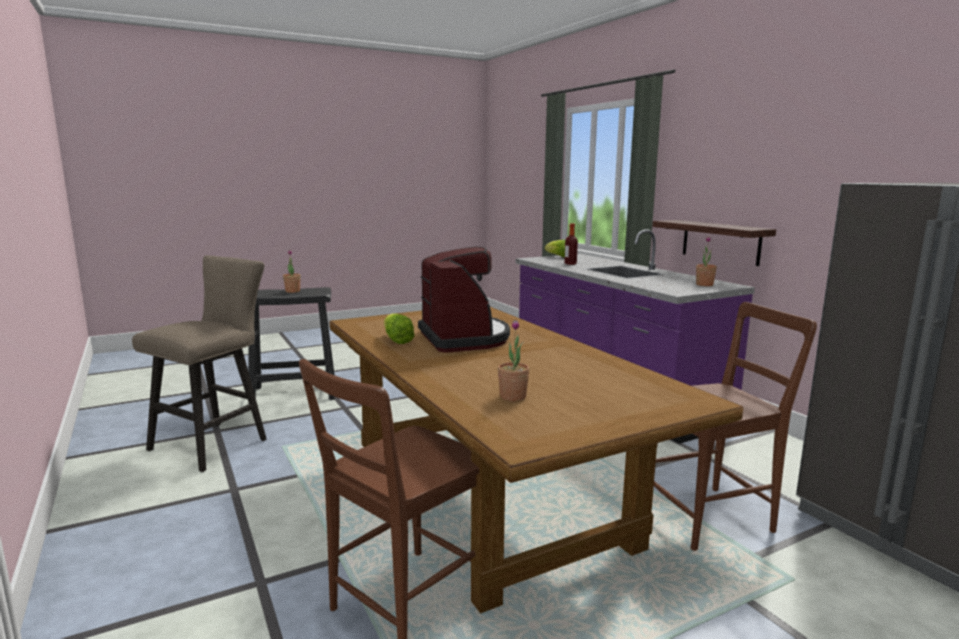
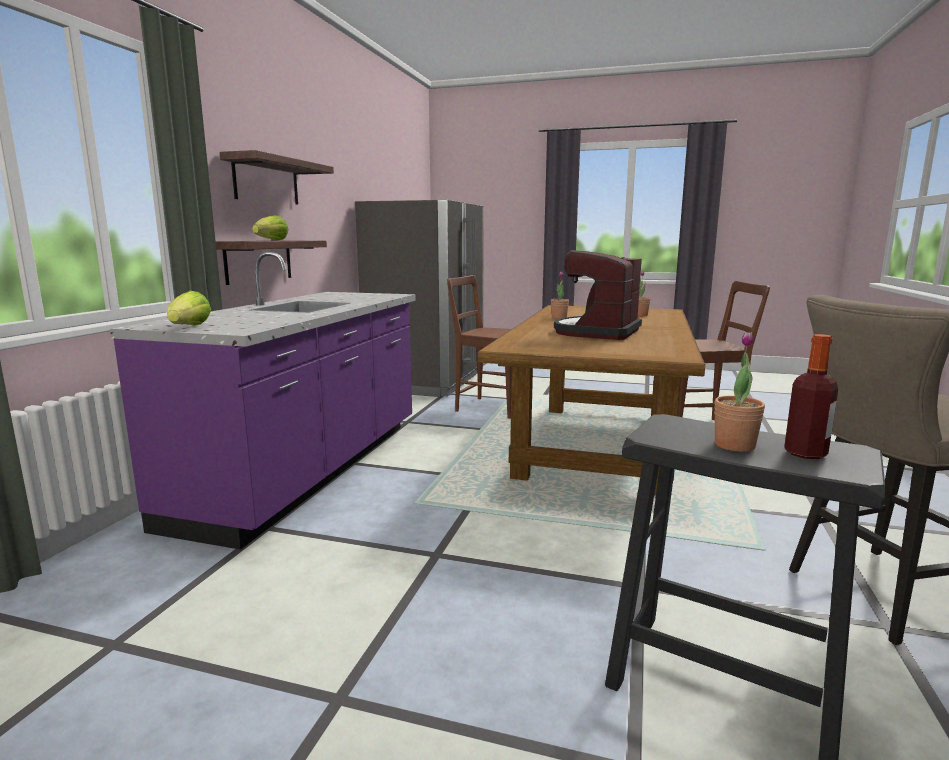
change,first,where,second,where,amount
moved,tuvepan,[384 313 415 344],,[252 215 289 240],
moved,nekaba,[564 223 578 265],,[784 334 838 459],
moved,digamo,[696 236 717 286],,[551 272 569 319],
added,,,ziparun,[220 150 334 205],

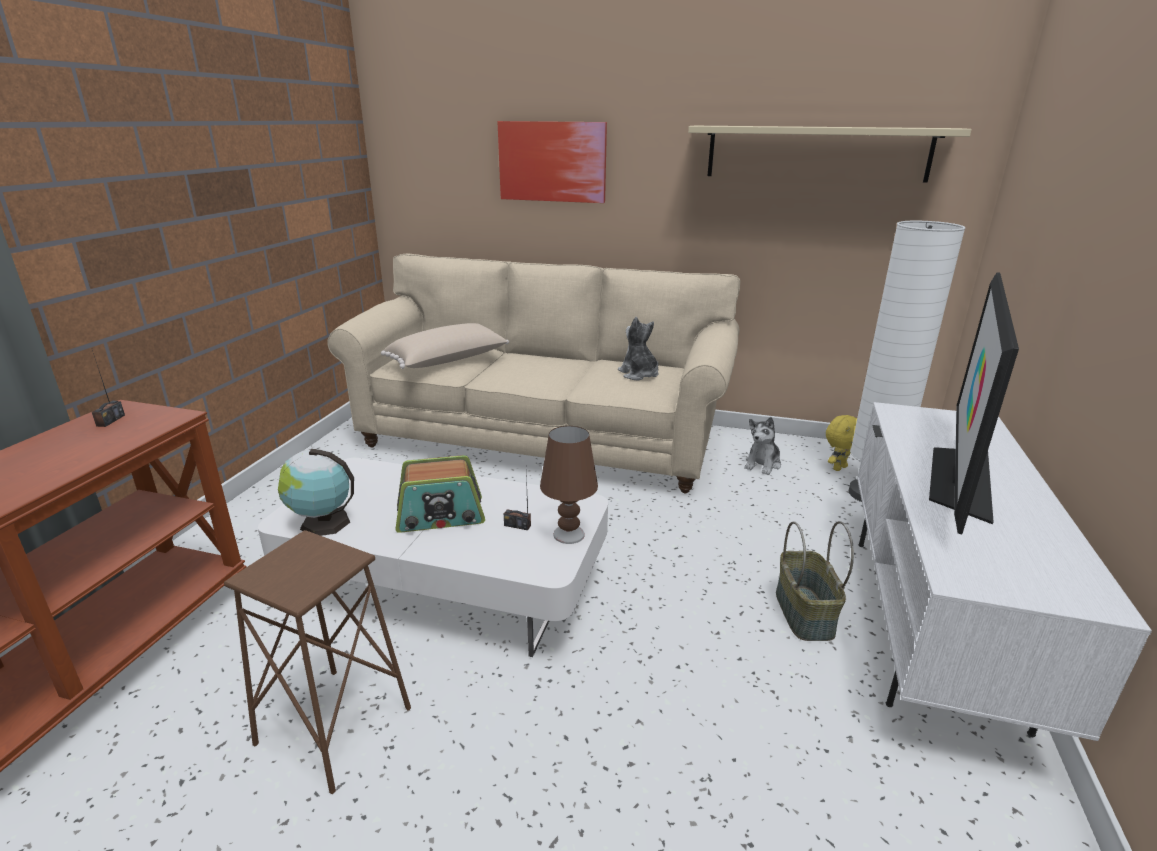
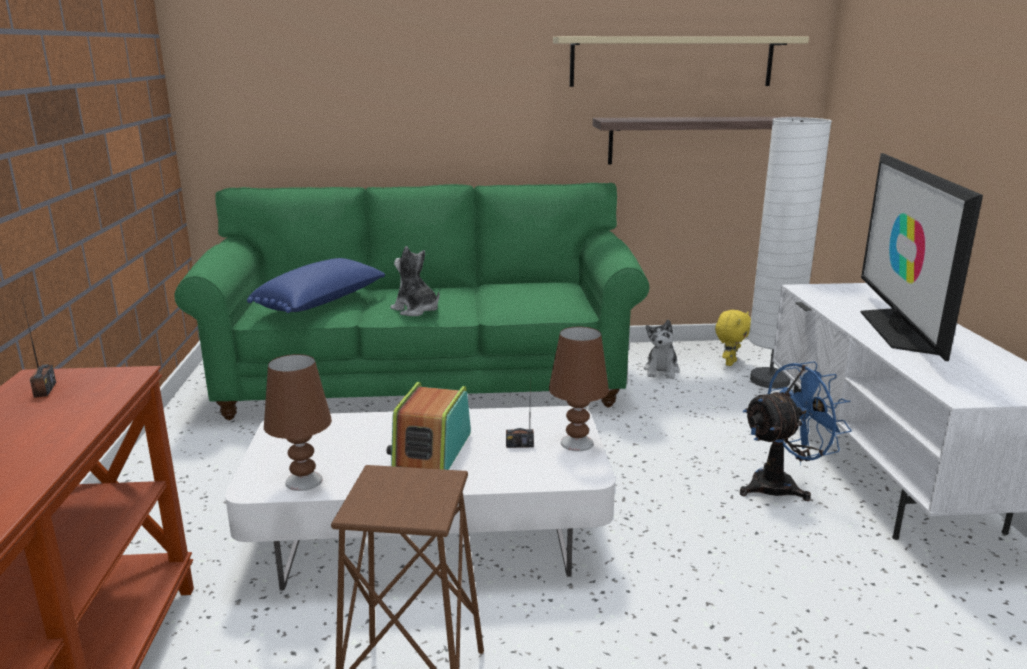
change,first,where,second,where,amount
replaced,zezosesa,[278 449 354 536],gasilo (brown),[264 354 332 491],
recoloured,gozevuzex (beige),[327 253 740 494],gozevuzex (green),[174 183 649 420],
recoloured,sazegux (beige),[381 323 509 369],sazegux (blue),[247 258 385 313],
turned,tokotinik,[396 455 485 533],,[387 382 471 470],135 degrees clockwise
removed,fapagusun,[497 121 607 203],,,
moved,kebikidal,[618 317 658 381],,[390 246 439 316],
replaced,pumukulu,[776 521 854 641],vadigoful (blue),[740 361 852 501],
added,,,ziparun,[593 117 783 164],

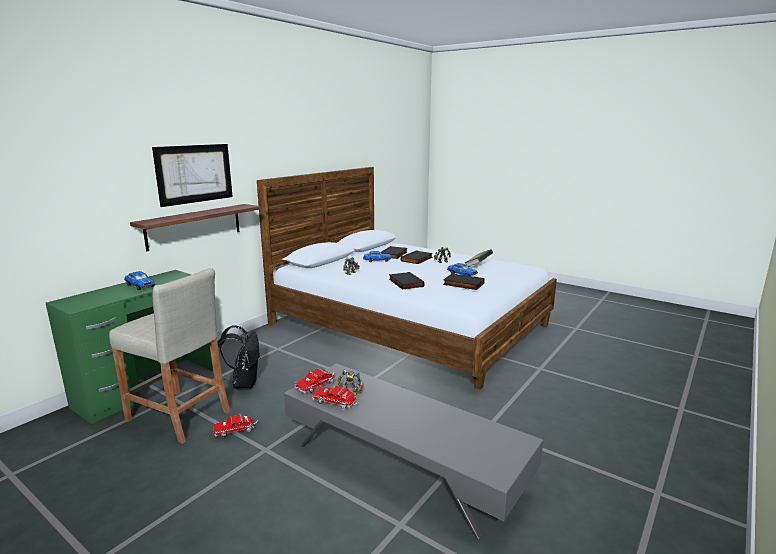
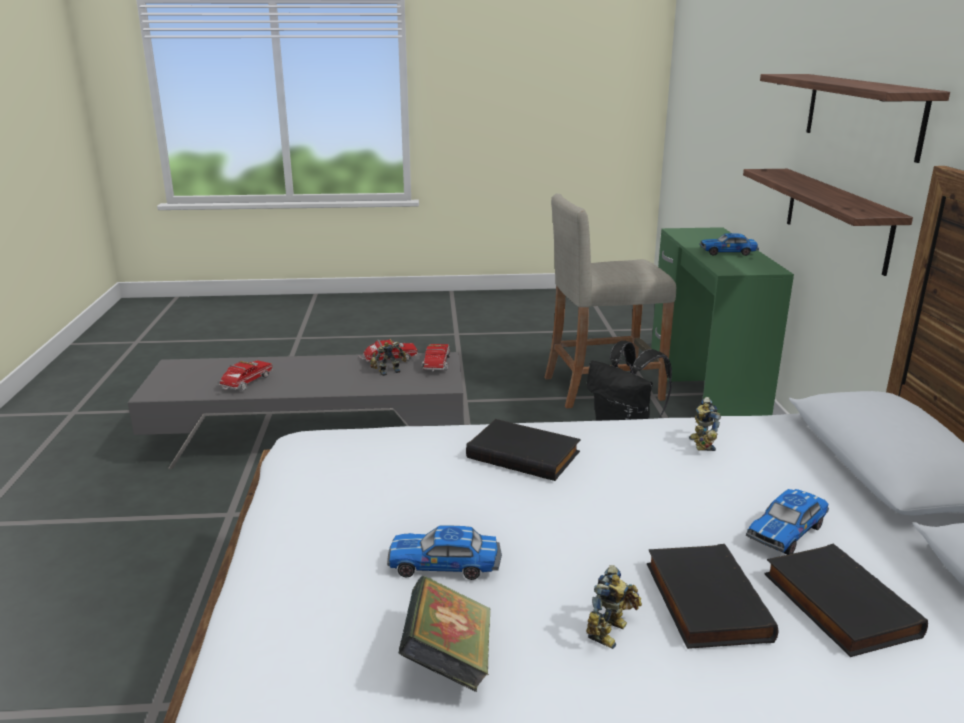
change,first,where,second,where,amount
replaced,fapagusun,[152 144 233 207],ziparun,[760 74 950 163],
moved,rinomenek,[213 413 258 437],,[219 360 273 391],
removed,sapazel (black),[443 273 485 290],,,

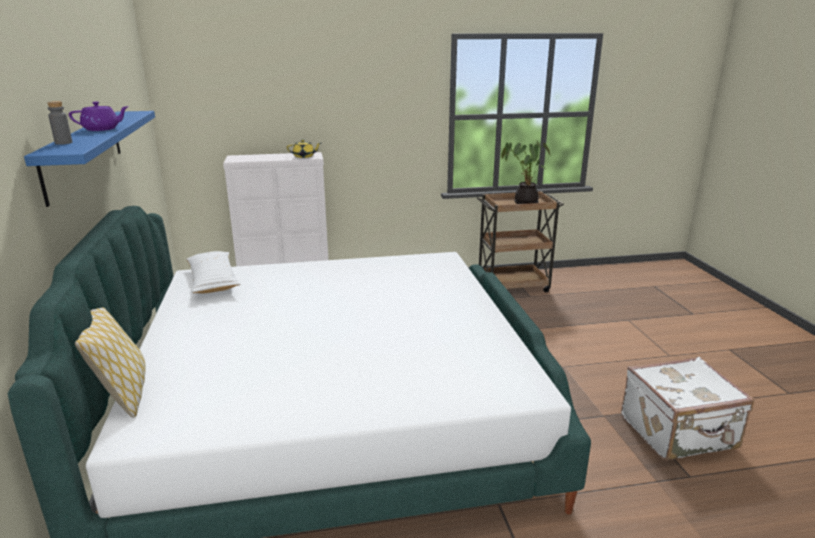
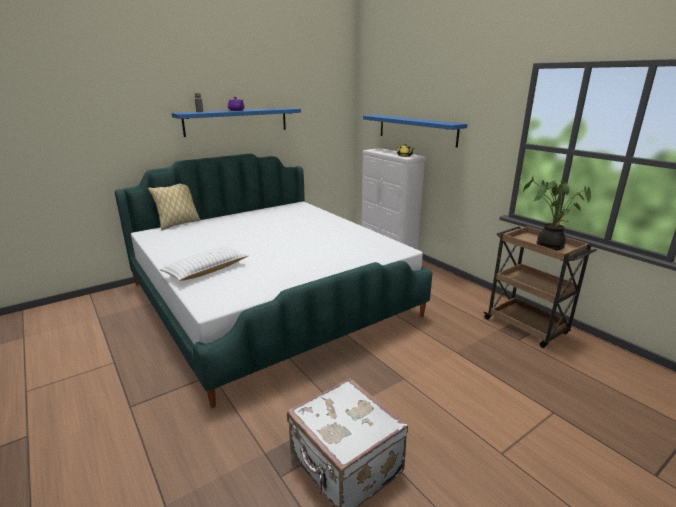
change,first,where,second,where,amount
moved,sazegux (white),[186 251 241 293],,[160 247 249 281],
added,,,ziparun (blue),[363 115 467 148],

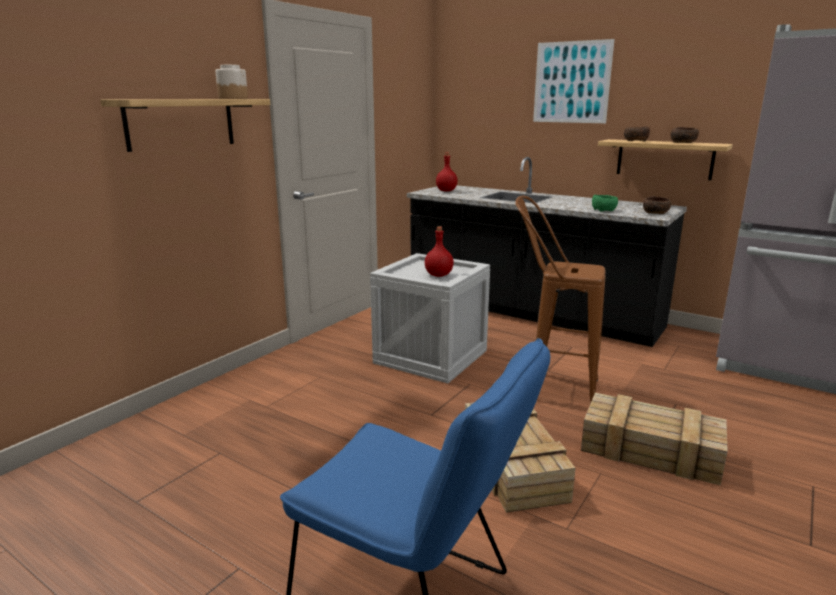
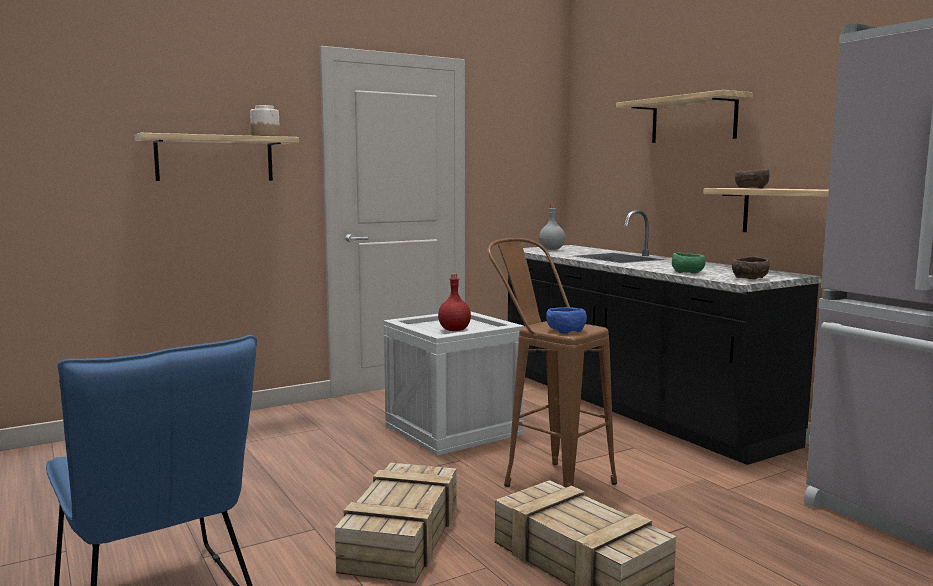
change,first,where,second,where,amount
recoloured,nekaba (red),[436 153 458 192],nekaba (grey),[539 205 565 250],
replaced,fapagusun,[533 39 614 123],ziparun,[616 90 753 143],
removed,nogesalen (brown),[671 127 699 143],,,
added,,,nogesalen (blue),[546 307 587 334],

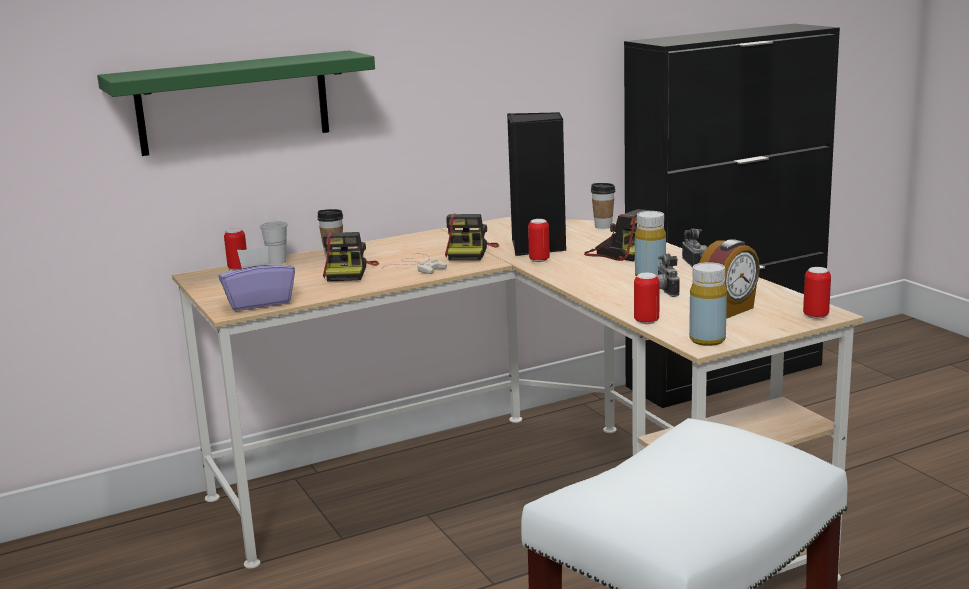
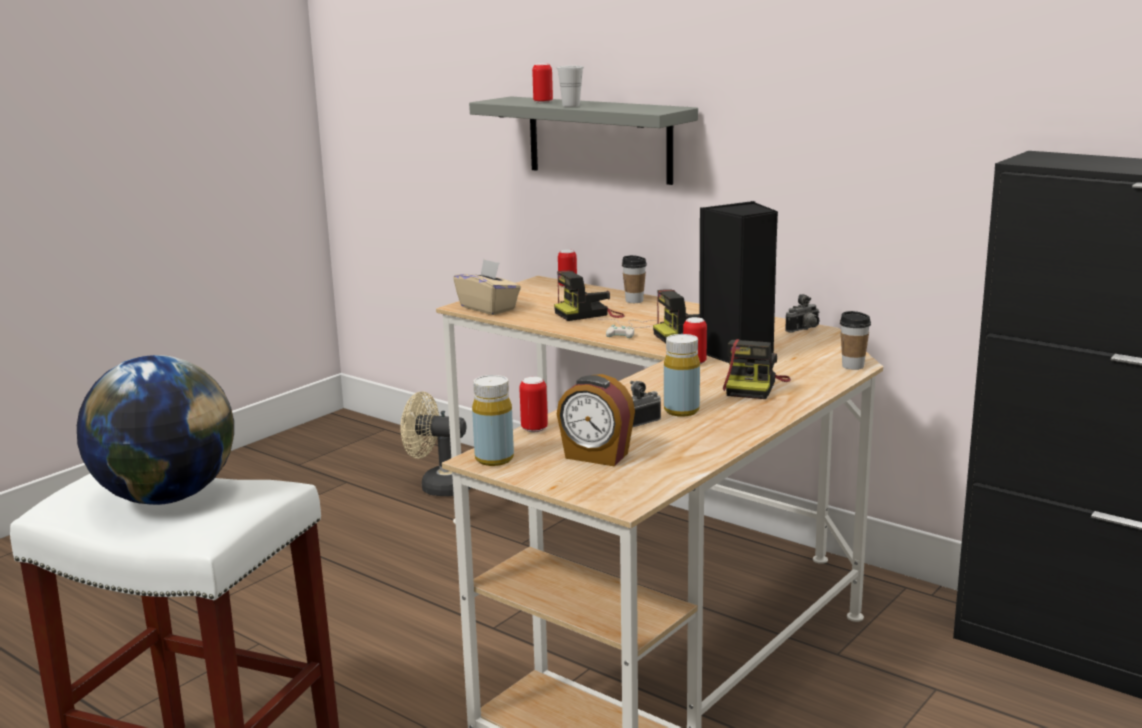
change,first,where,second,where,amount
recoloured,ziparun (green),[97 50 375 156],ziparun (grey),[469 96 698 185],
recoloured,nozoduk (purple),[218 246 295 311],nozoduk (beige),[453 259 521 315],
moved,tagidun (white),[260 221 288 265],,[557 66 584 107],
moved,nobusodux,[682 229 707 268],,[785 294 819 332],
moved,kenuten,[803 267 831 319],,[532 63 553 103],
added,,,zezosesa,[77 355 234 505],
added,,,vadigoful (beige),[400 391 471 496],

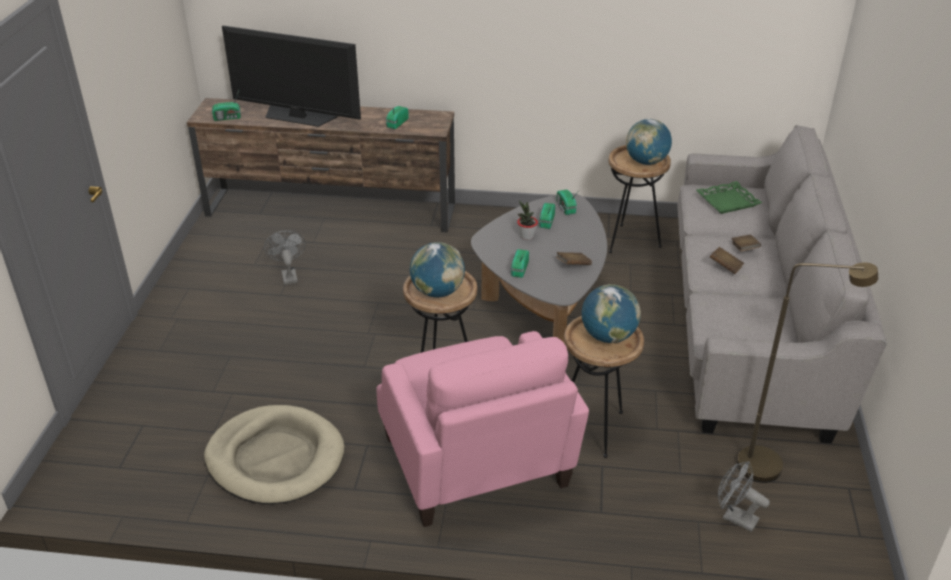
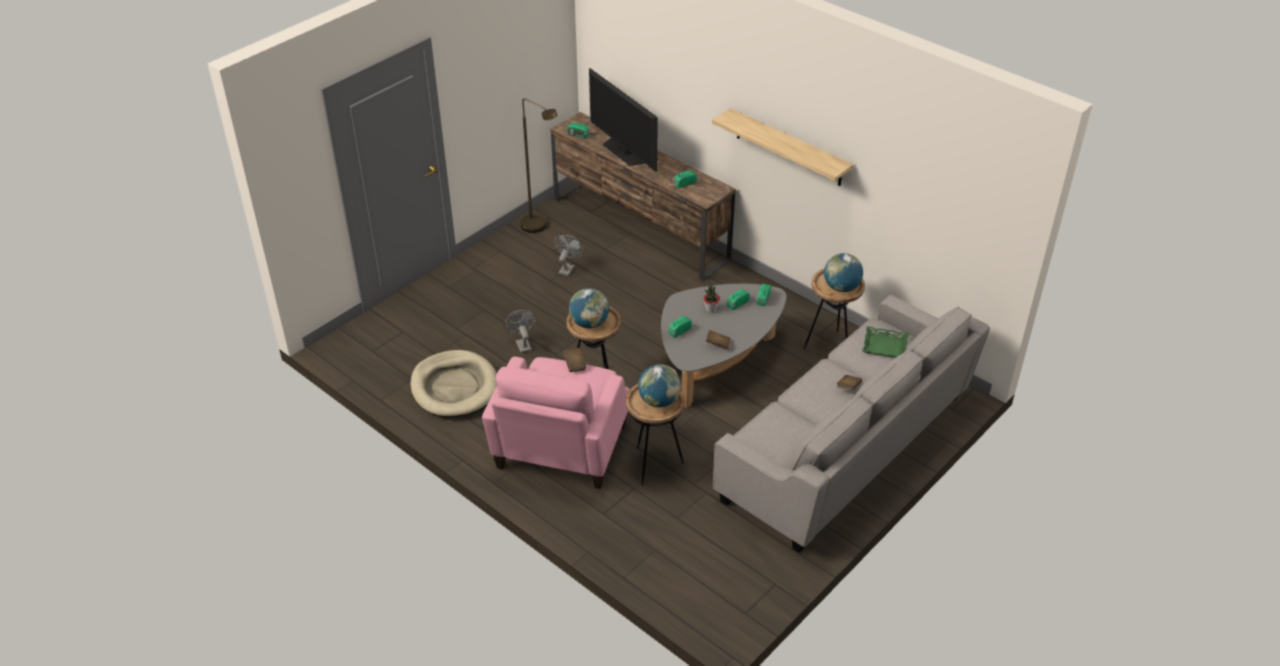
change,first,where,second,where,amount
moved,sapazel (brown),[710 247 744 274],,[563 348 587 372],
moved,vadigoful (grey),[718 461 770 532],,[503 310 536 353],
moved,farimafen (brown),[737 263 878 483],,[520 98 557 233],
added,,,ziparun,[712 108 853 186],

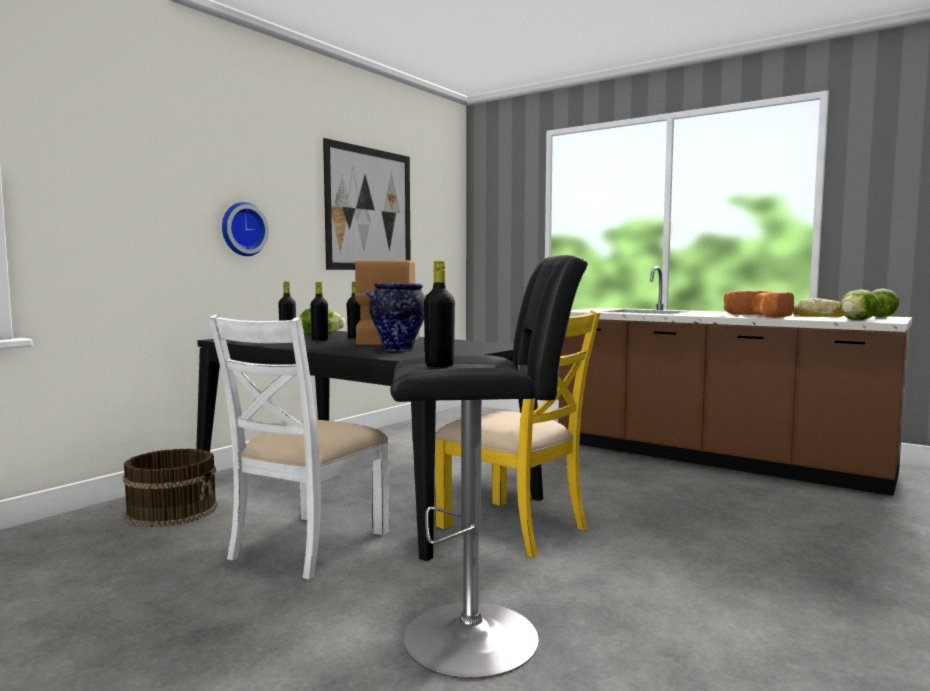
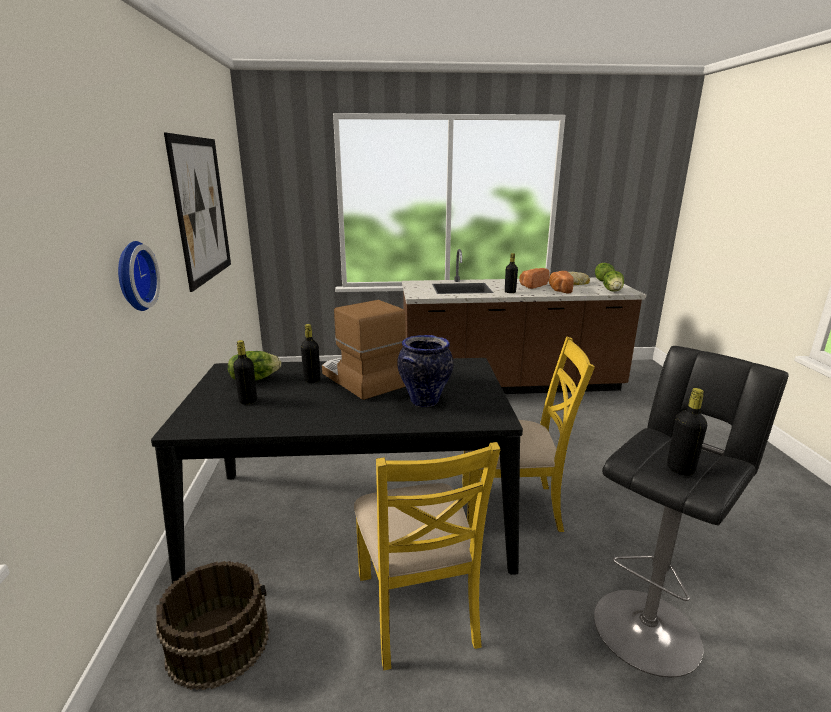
change,first,where,second,where,amount
recoloured,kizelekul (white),[208 315 389 579],kizelekul (yellow),[354 442 501 670],
moved,nekaba (black),[311 282 328 341],,[505 253 518 293],

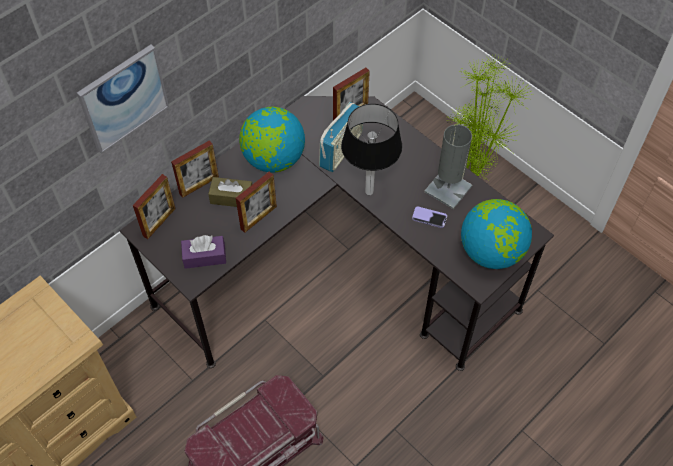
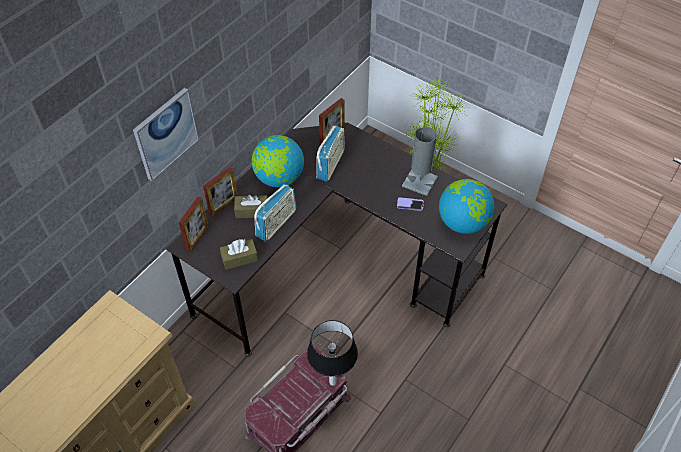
change,first,where,second,where,amount
recoloured,nozoduk (purple),[181 235 226 269],nozoduk (brown),[220 239 258 269],
replaced,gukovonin,[236 171 277 233],tokotinik,[254 184 297 242],
moved,gasilo,[341 104 402 195],,[307 320 358 386],

